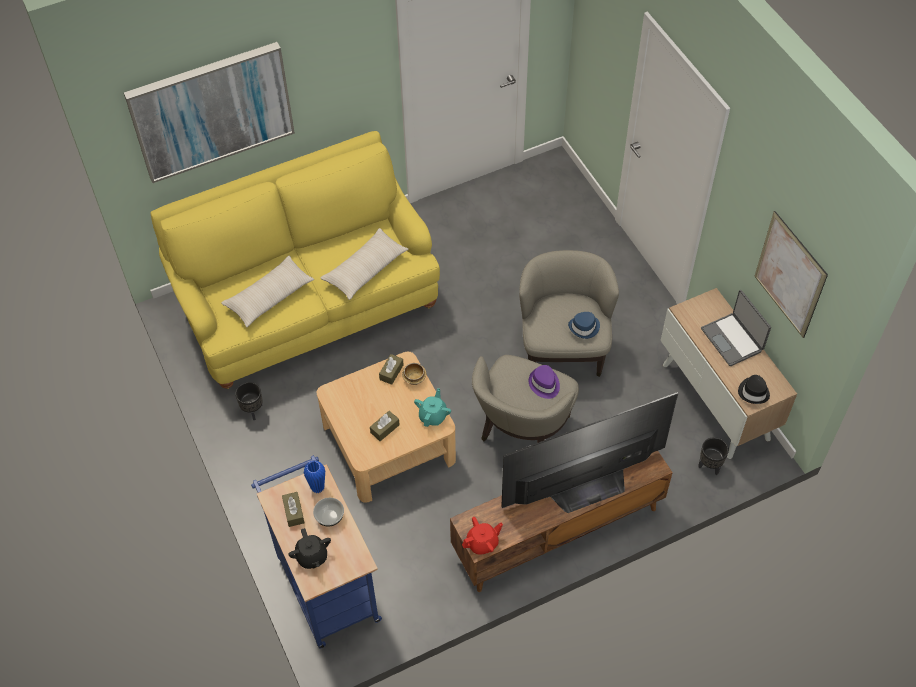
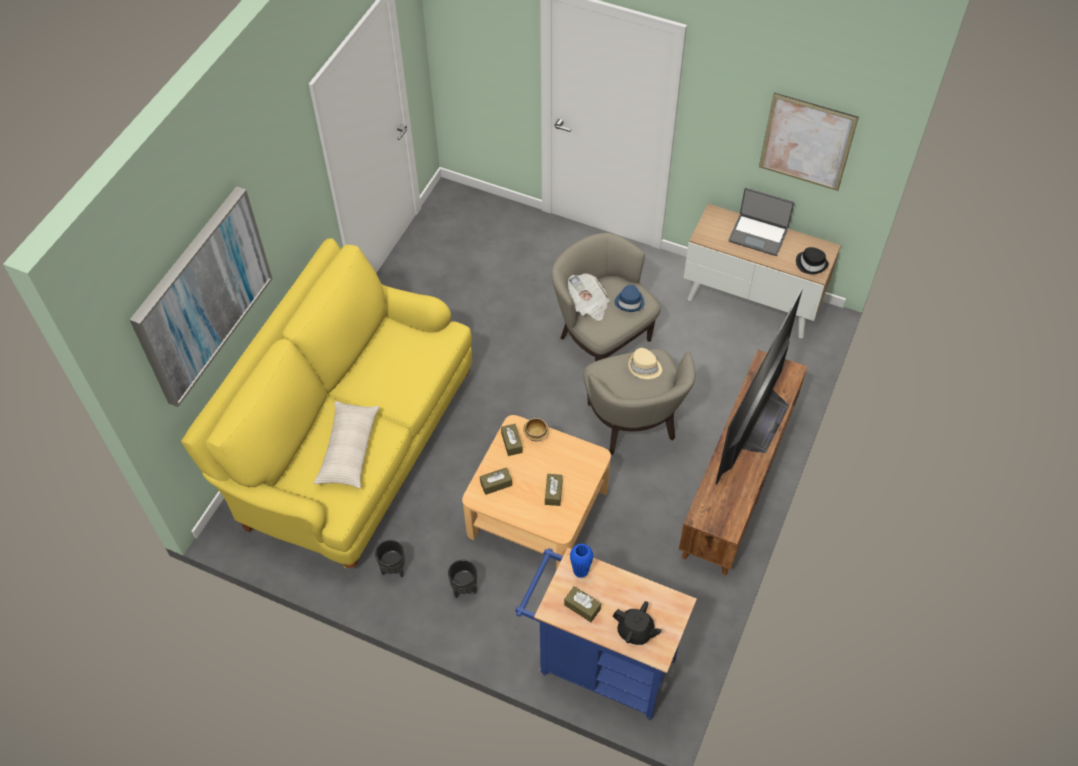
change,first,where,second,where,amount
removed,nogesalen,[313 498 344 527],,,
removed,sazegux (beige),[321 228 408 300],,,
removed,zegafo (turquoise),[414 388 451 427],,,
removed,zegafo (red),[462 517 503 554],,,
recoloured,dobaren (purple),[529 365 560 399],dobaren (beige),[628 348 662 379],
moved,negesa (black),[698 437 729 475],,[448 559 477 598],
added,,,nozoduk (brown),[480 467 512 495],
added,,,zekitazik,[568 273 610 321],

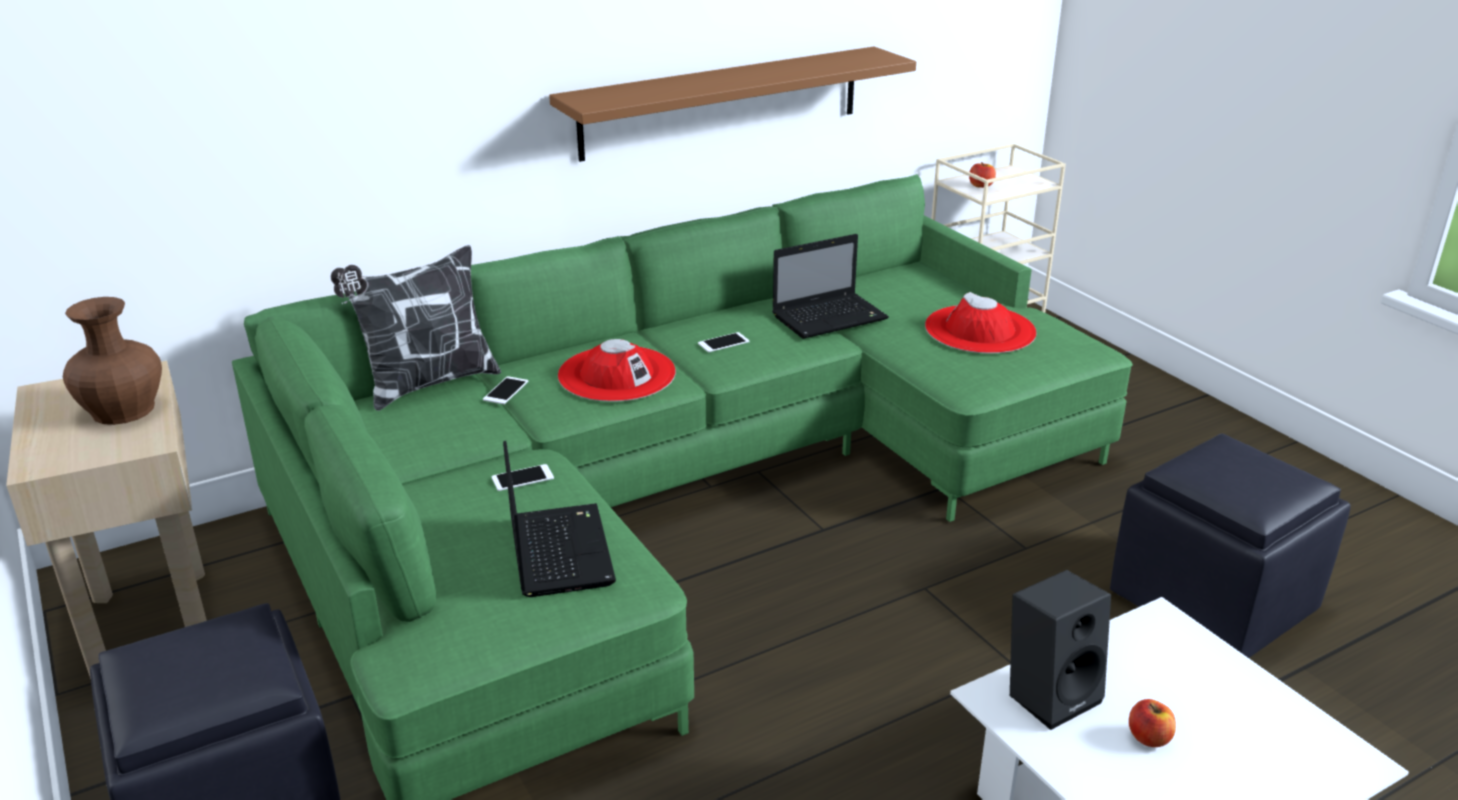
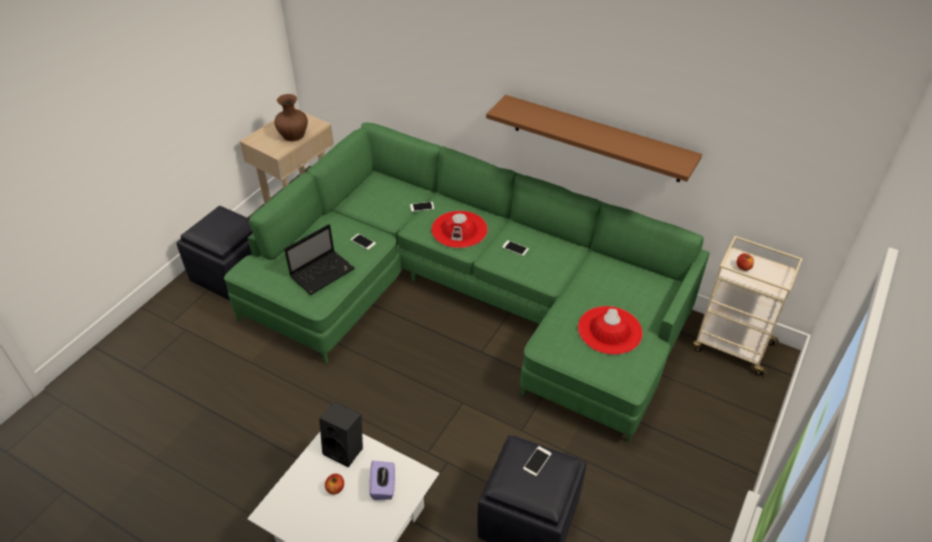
change,first,where,second,where,amount
removed,sazegux,[331 245 501 411],,,
removed,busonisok,[772 234 889 339],,,
added,,,nozoduk (purple),[369 461 395 500],
added,,,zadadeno,[523 446 552 476],

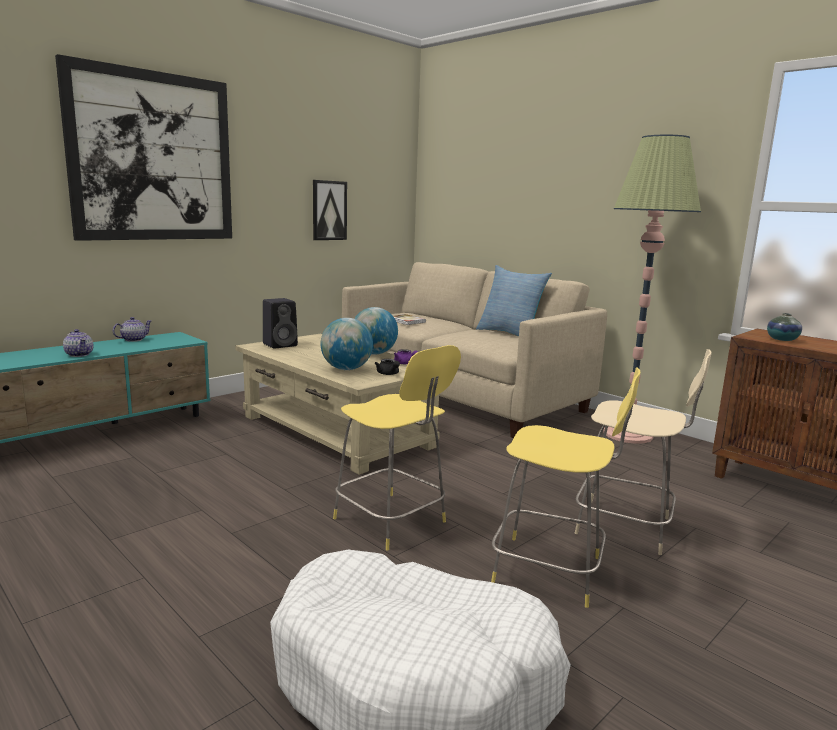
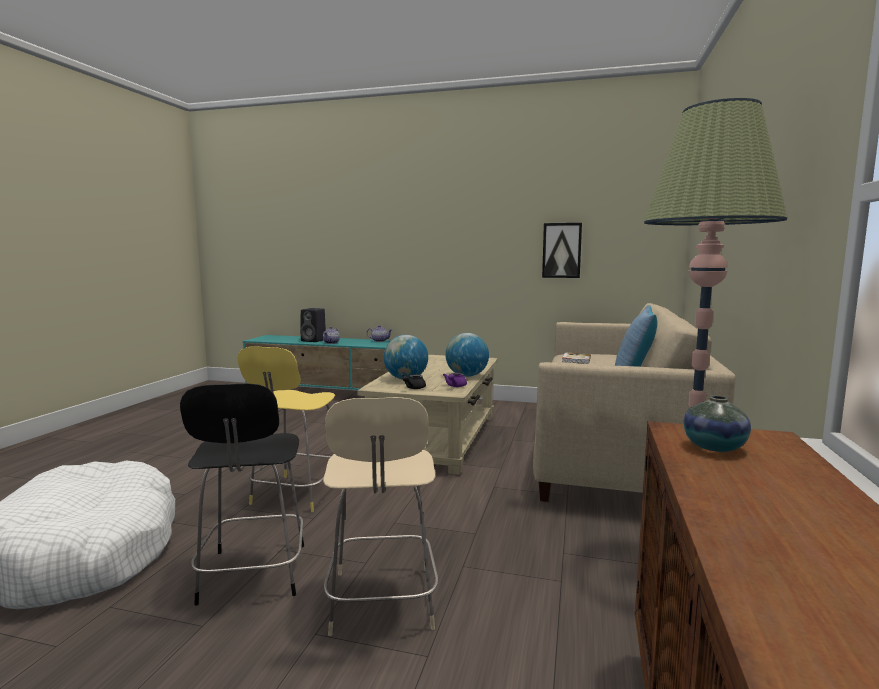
change,first,where,second,where,amount
removed,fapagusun,[55 54 232 241],,,
moved,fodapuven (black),[263 298 298 349],,[300 308 326 342],
recoloured,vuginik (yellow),[491 368 641 608],vuginik (black),[180 384 304 606],

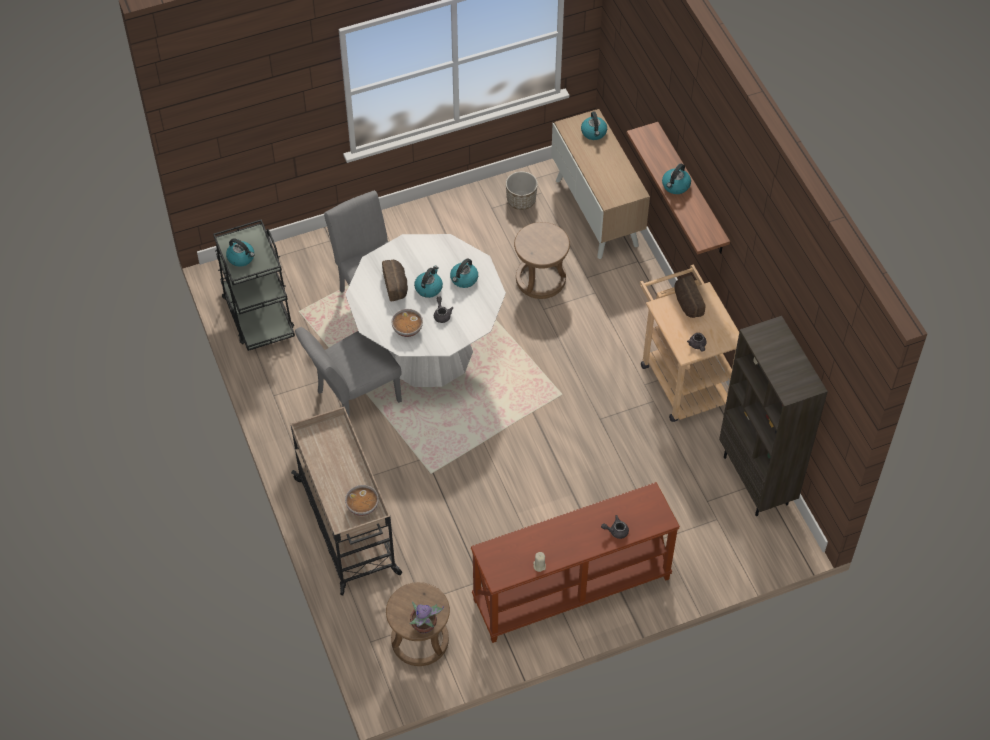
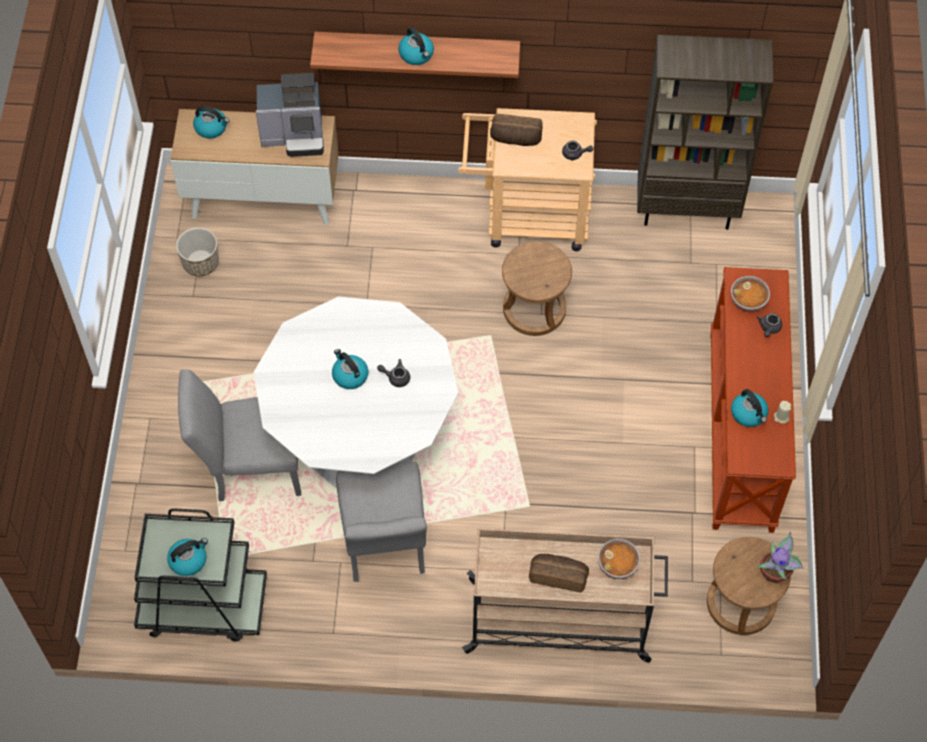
change,first,where,second,where,amount
moved,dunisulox,[382 260 408 301],,[529 554 589 593],
moved,nogesalen,[391 309 423 337],,[731 276 770 312],
moved,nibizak,[450 258 478 288],,[731 389 768 427],
moved,vuginik (brown),[514 222 570 299],,[502 241 572 336],
added,,,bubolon,[256 73 324 157],

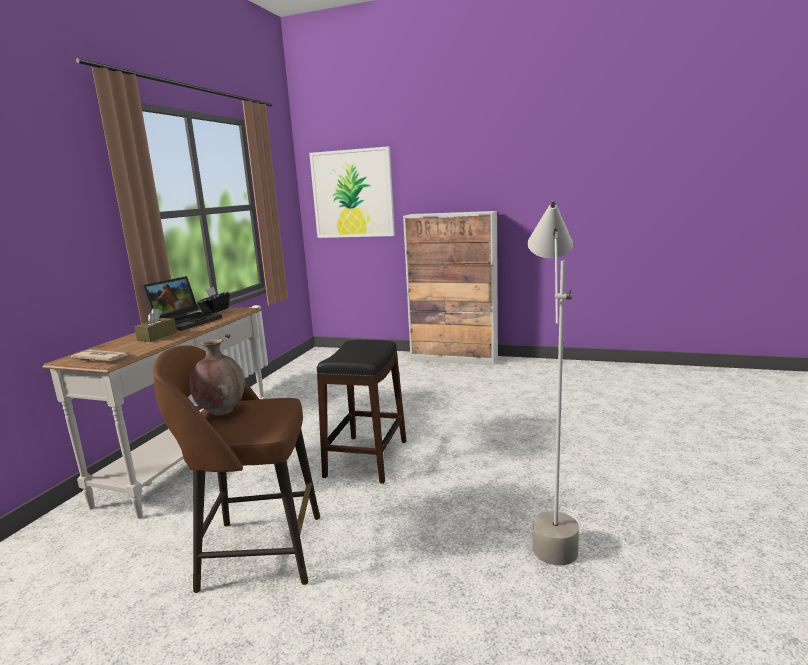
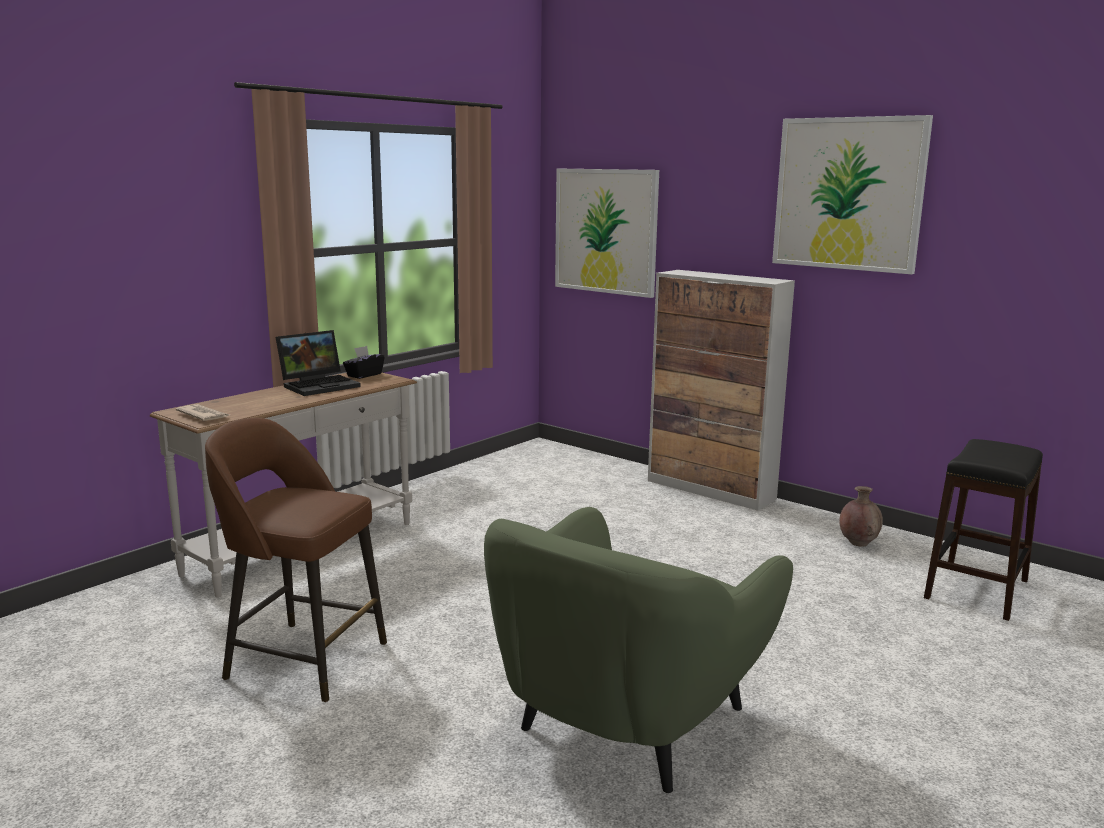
change,first,where,second,where,amount
removed,nozoduk (brown),[134 308 177 342],,,
moved,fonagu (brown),[189 339 245 415],,[839 486 883 547],
moved,vuginik (black),[317 340 407 484],,[924 439 1043 621],
replaced,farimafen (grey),[527 200 579 566],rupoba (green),[484 507 793 793],
added,,,fapagusun,[772 115 933 274],

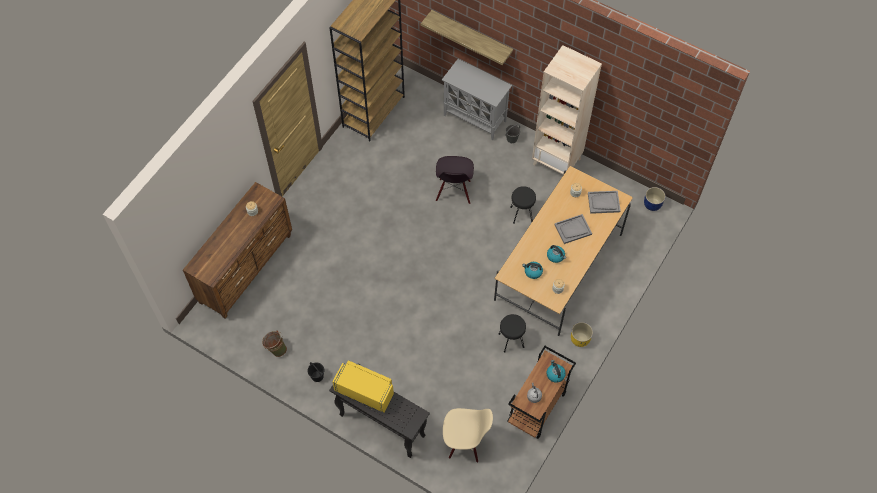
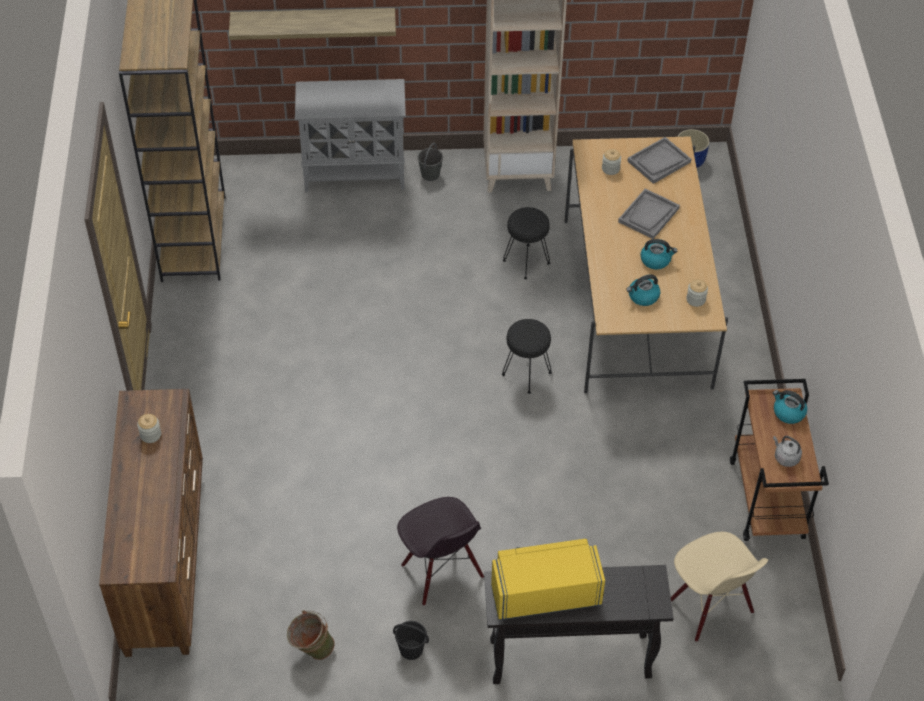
change,first,where,second,where,amount
moved,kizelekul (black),[436 156 474 204],,[397 497 484 606],
turned,kizelekul (beige),[443 408 493 463],,[671 532 768 642],90 degrees clockwise
moved,vuginik (black),[499 314 526 353],,[502 319 552 394],
removed,negesa (yellow),[571 322 593 347],,,

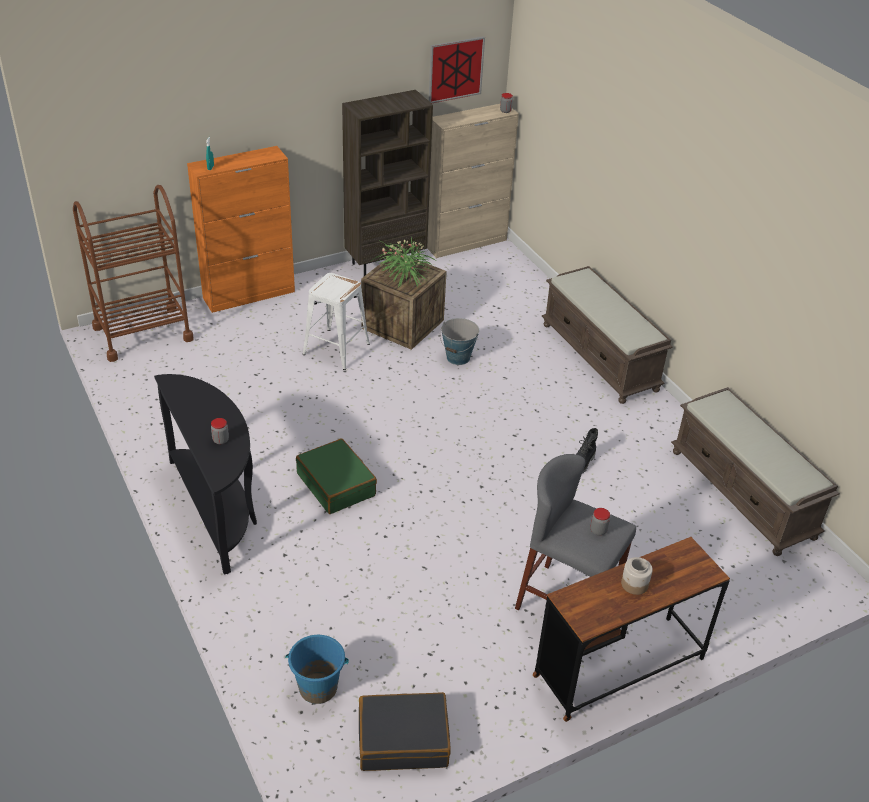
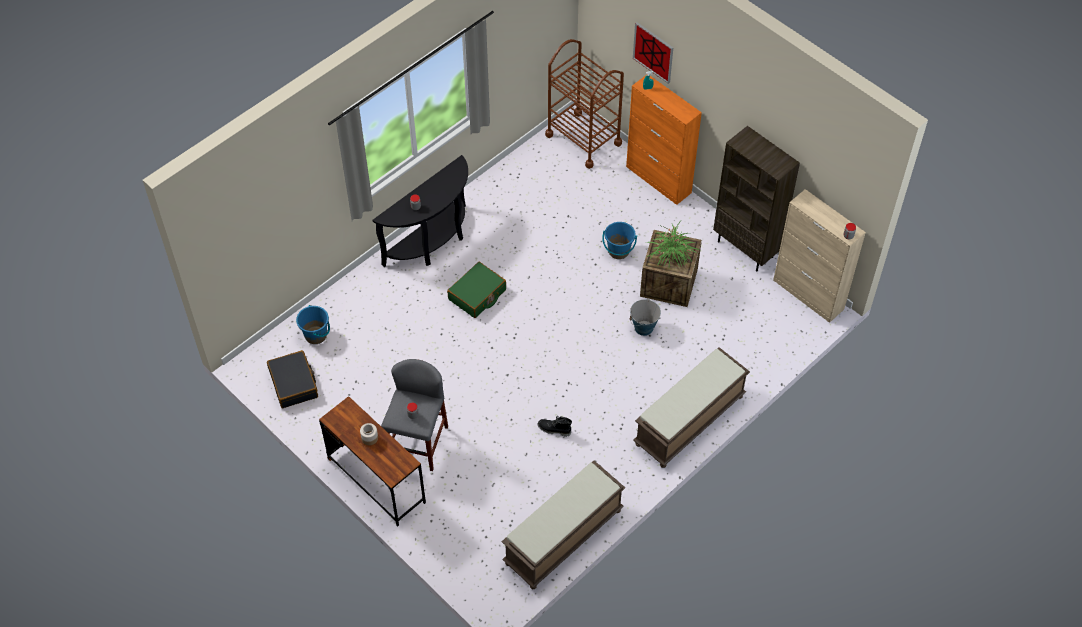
change,first,where,second,where,amount
replaced,vuginik (white),[302 273 370 370],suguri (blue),[602 222 637 259],
moved,fapagusun,[429 36 485 103],,[633 22 673 84],

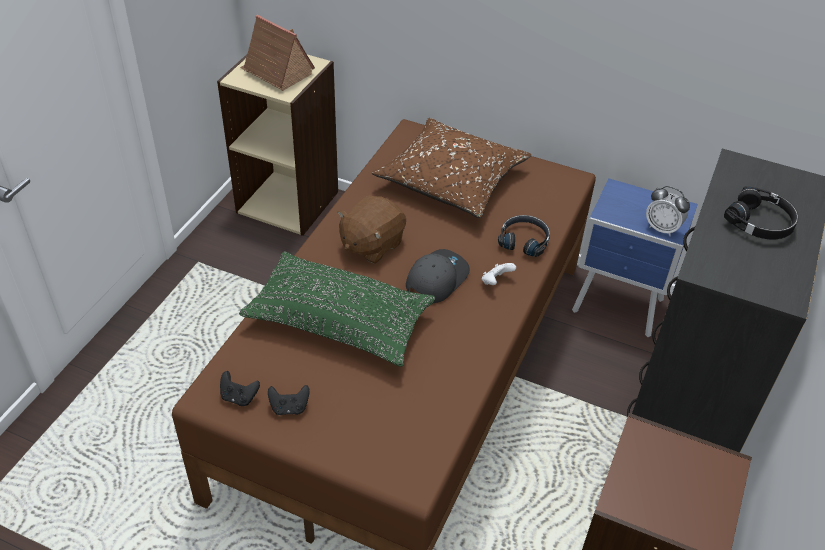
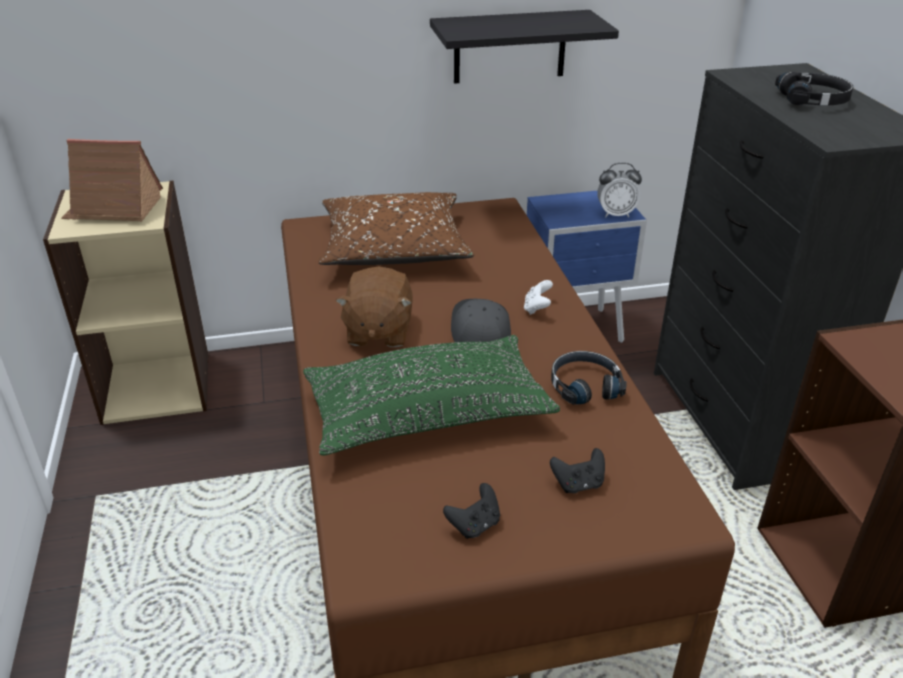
change,first,where,second,where,amount
moved,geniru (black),[220 371 260 406],,[550 448 605 493],
moved,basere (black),[498 215 550 257],,[551 351 627 405],
added,,,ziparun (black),[430 10 619 84],

